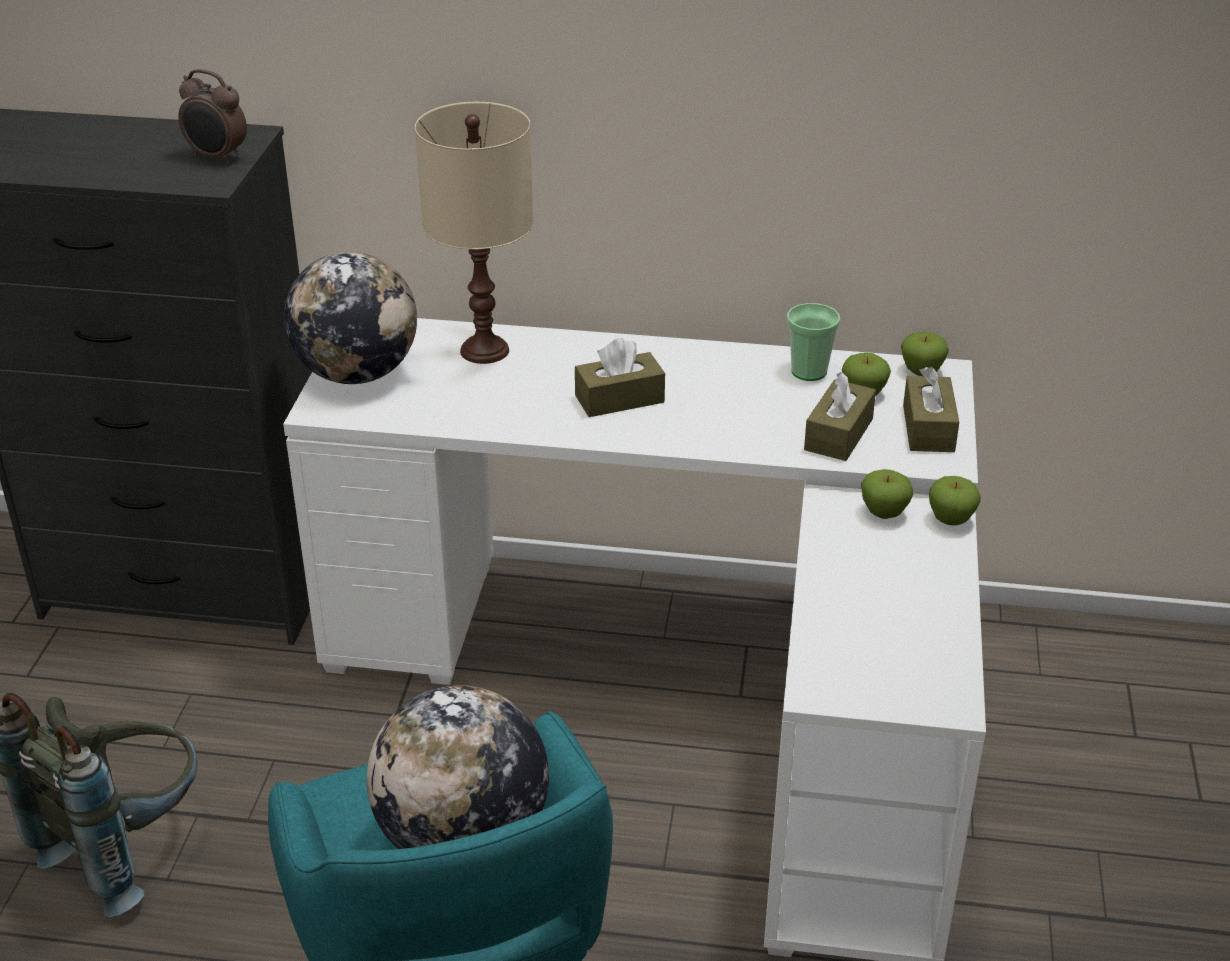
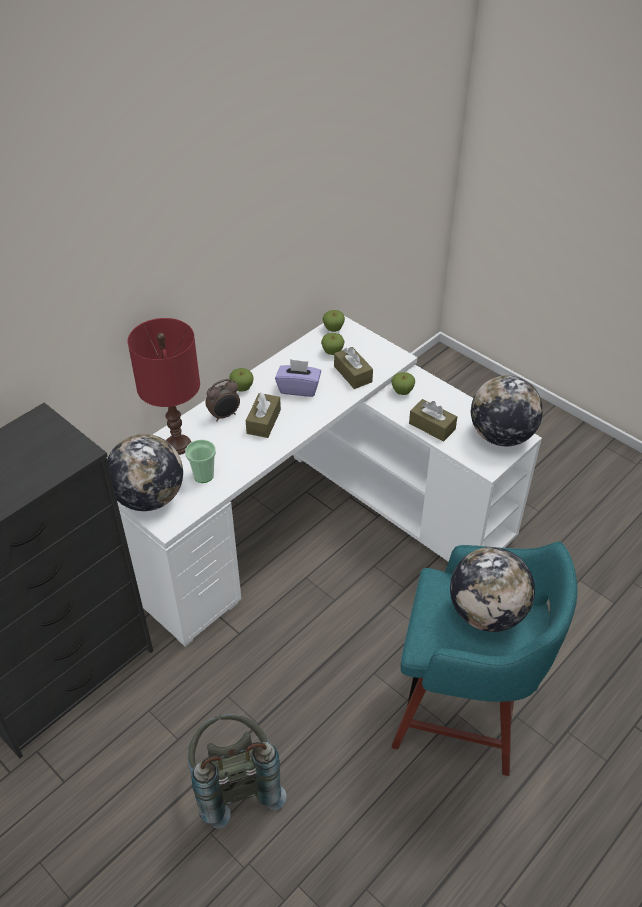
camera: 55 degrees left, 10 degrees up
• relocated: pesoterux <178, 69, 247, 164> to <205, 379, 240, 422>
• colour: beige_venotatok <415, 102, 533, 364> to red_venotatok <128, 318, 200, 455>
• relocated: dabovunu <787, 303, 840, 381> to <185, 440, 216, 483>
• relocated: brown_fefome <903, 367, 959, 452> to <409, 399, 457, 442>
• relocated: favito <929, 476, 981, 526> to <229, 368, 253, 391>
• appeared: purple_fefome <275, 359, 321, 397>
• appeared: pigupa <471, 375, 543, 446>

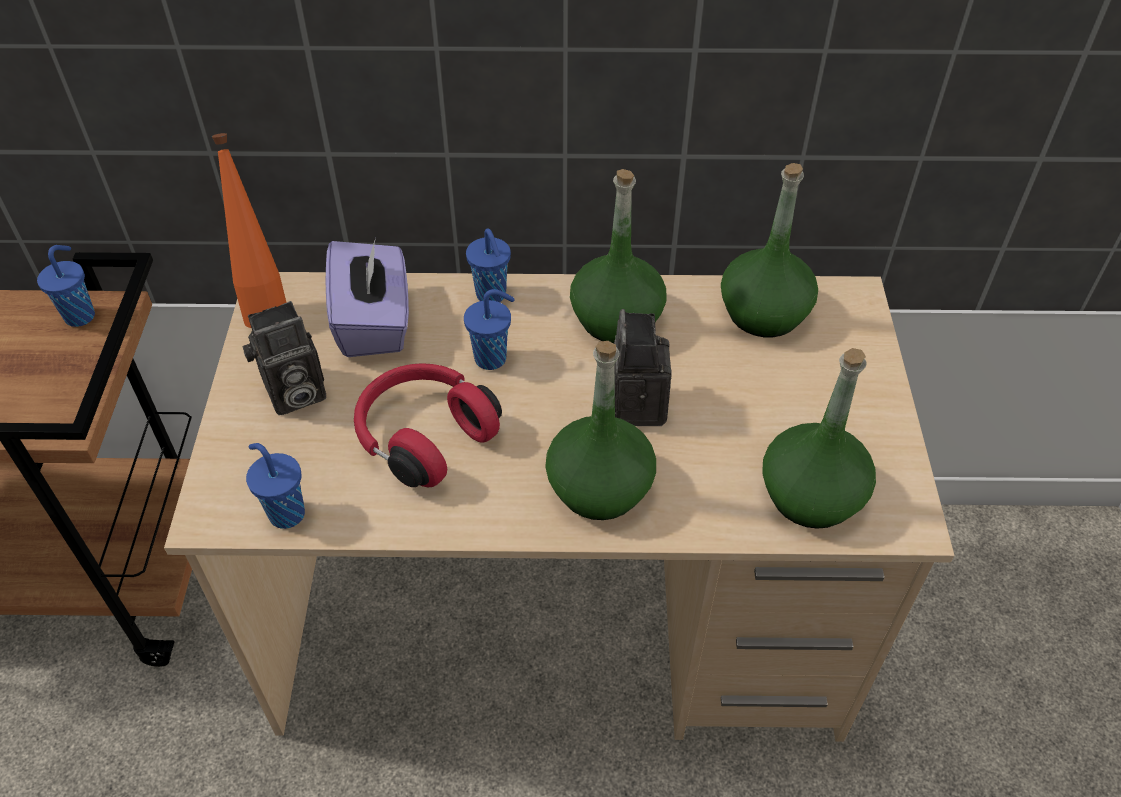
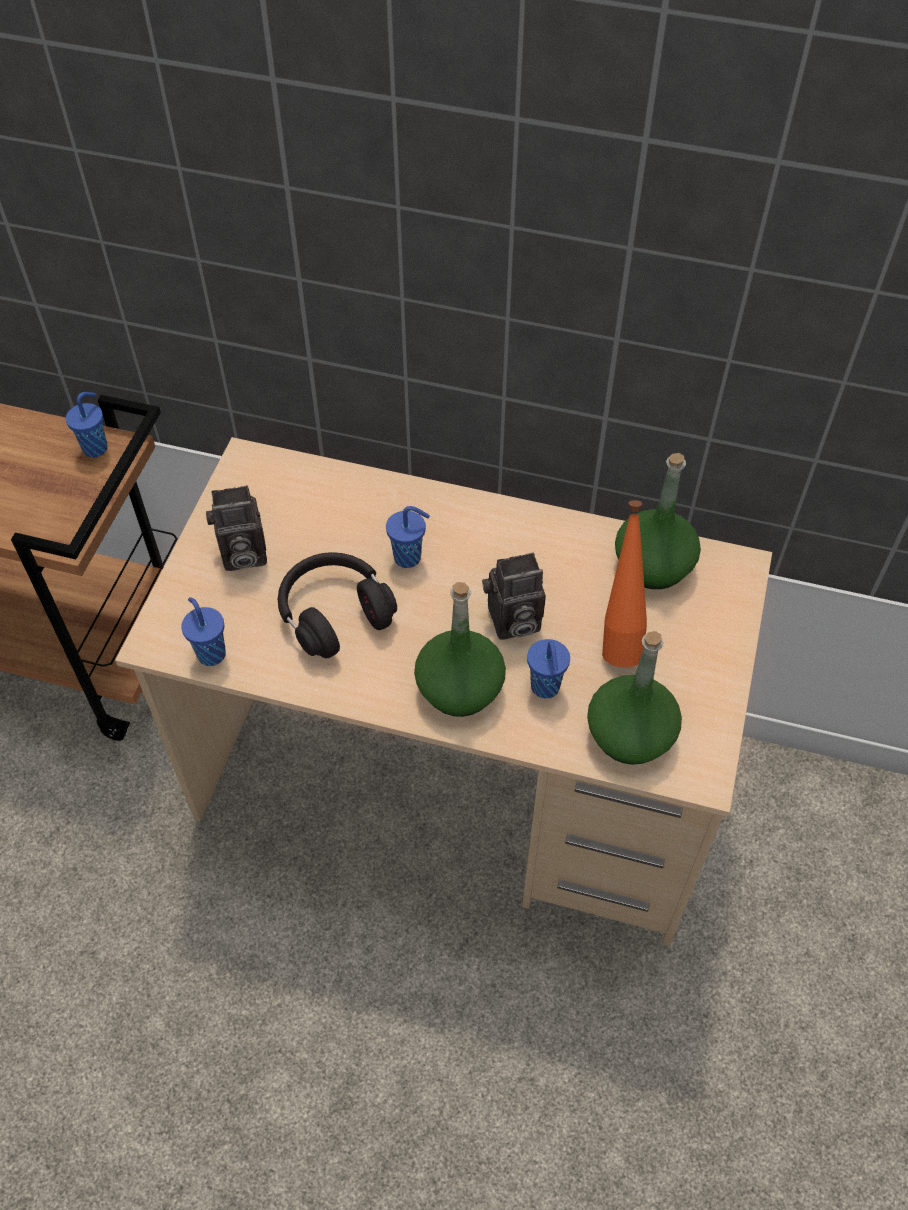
camera: 15 degrees right, 5 degrees up
• relocated: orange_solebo <212, 133, 287, 328> to <602, 500, 647, 668>
• missing: green_solebo <570, 169, 666, 343>
• relocated: blue_dabovunu <466, 228, 511, 302> to <527, 639, 570, 699>
• missing: purple_fefome <326, 238, 409, 357>
• spun: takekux <614, 309, 672, 426> = <482, 552, 546, 639> 120 degrees counterclockwise
• colour: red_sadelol <354, 364, 502, 487> to black_sadelol <278, 552, 397, 658>

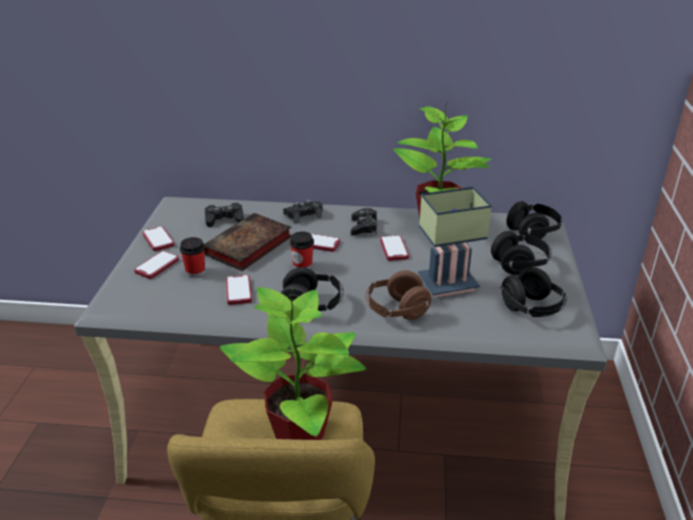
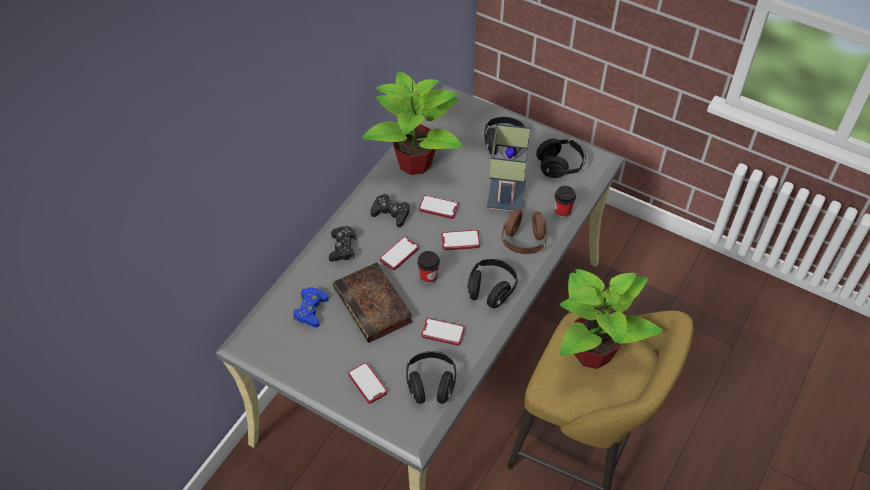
camera: 65 degrees left, 20 degrees up
• relocated: black_sadelol <506, 201, 562, 239> to <406, 351, 456, 404>
• colour: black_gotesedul <205, 203, 244, 227> to blue_gotesedul <293, 287, 329, 327>
• relocated: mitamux <142, 226, 175, 251> to <441, 230, 480, 250>
• relocated: dabovunu <180, 237, 205, 277> to <555, 186, 576, 218>

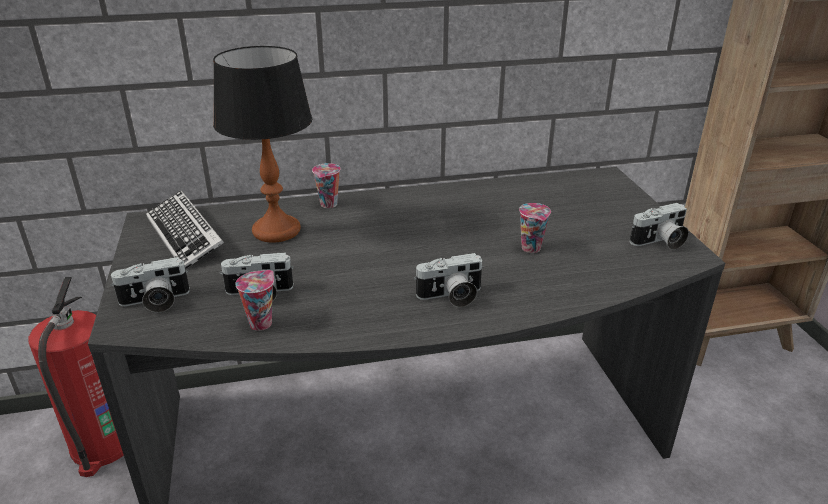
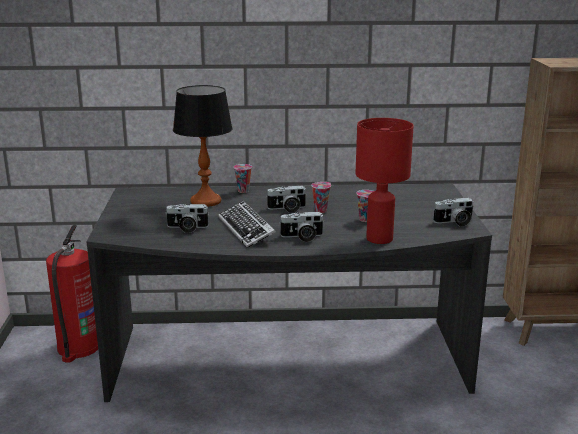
camera: 10 degrees right, 10 degrees down
• relocated: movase <146, 191, 224, 269> to <218, 201, 276, 248>
• relocated: takekux <110, 257, 190, 313> to <267, 186, 307, 213>
• relocated: dabovunu <235, 270, 274, 331> to <311, 182, 331, 213>
• appeared: red_venotatok <356, 118, 414, 244>

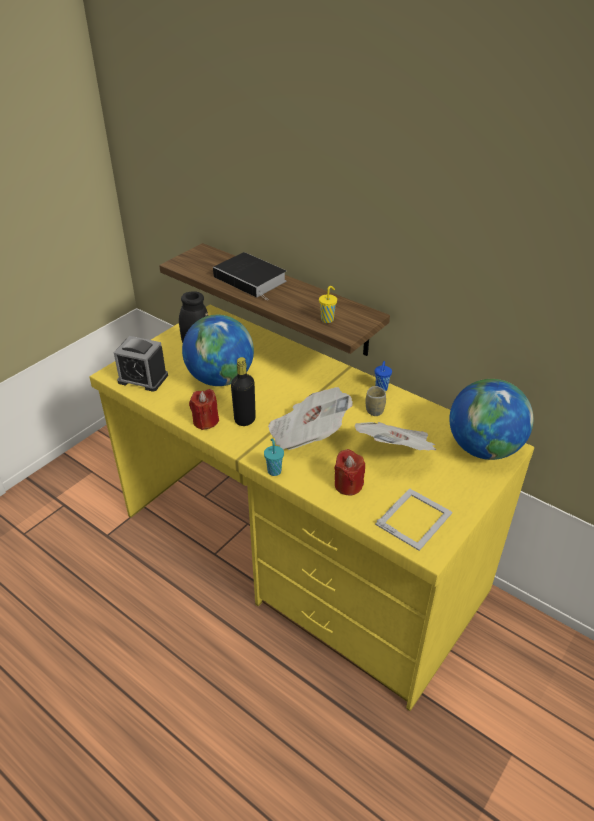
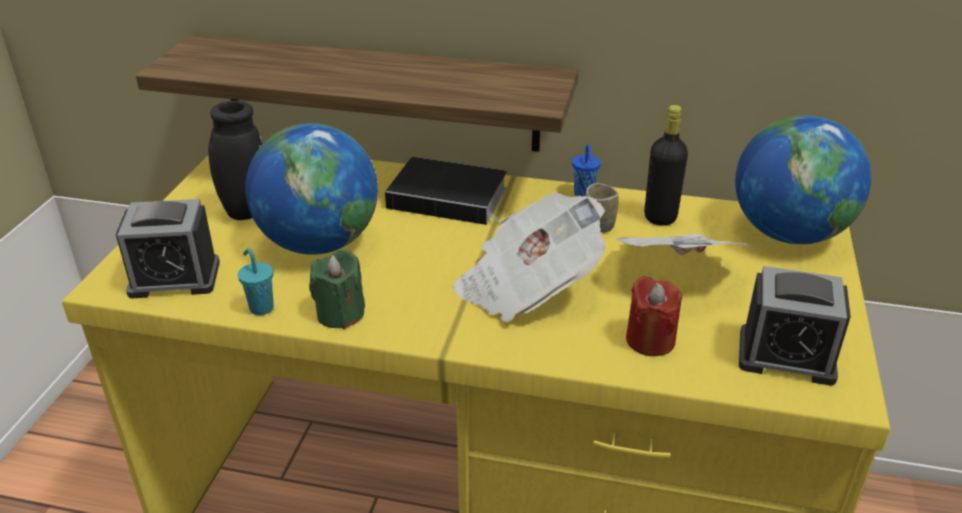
camera: 25 degrees left, 5 degrees down
• relocated: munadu <213, 252, 286, 301> to <385, 157, 507, 225>
• missing: yellow_dabovunu <319, 286, 337, 323>
• relocated: black_solebo <231, 357, 256, 426> to <644, 105, 688, 226>
• colour: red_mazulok <189, 389, 219, 430> to green_mazulok <309, 250, 365, 329>
• relocated: turquoise_dabovunu <264, 439, 284, 476> to <238, 248, 274, 315>
• exchanged: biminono <375, 488, 452, 551> to pesoterux <739, 266, 851, 386>

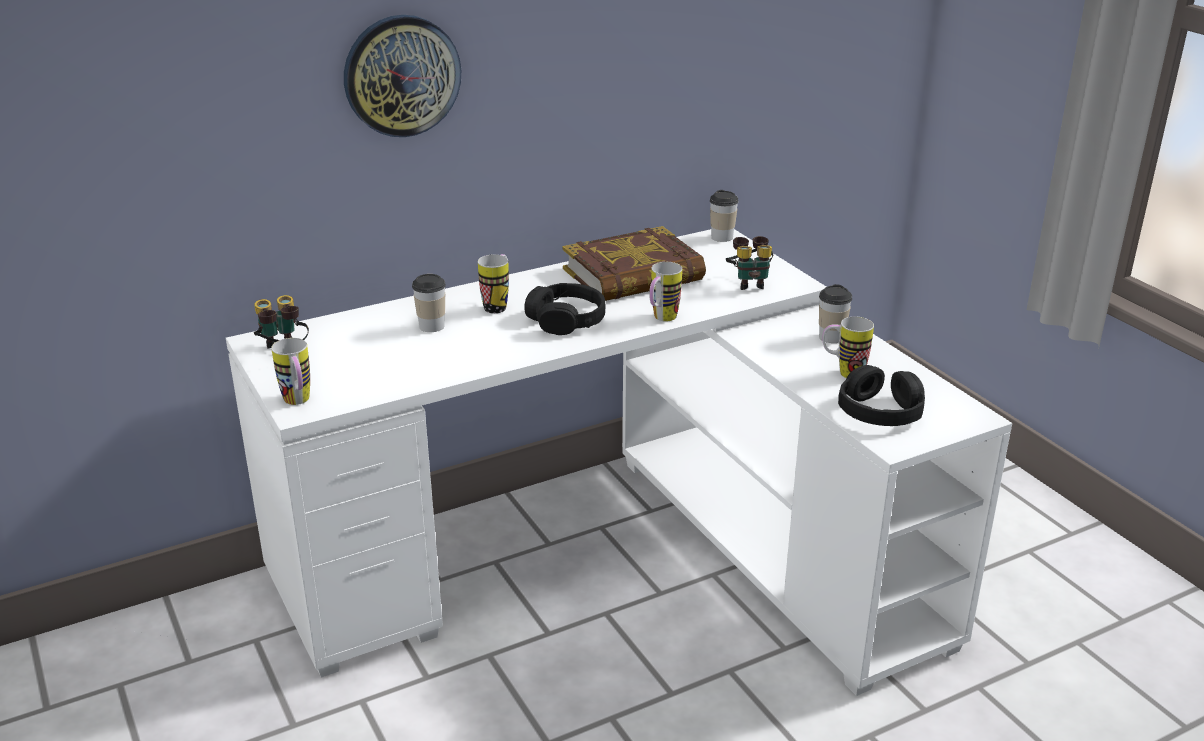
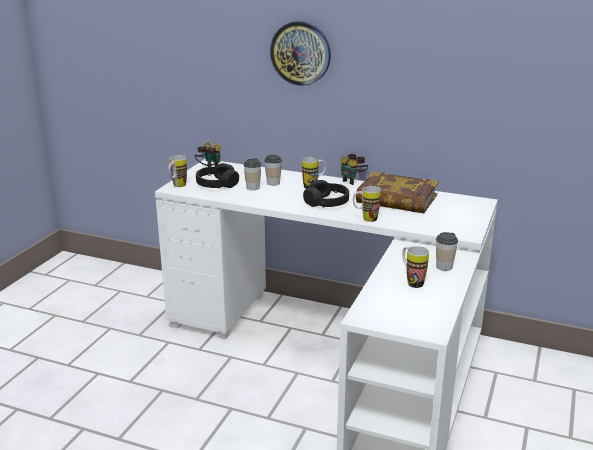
camera: 50 degrees right, 5 degrees down
• relocated: dabovunu <710, 190, 739, 242> to <244, 158, 261, 190>
• relocated: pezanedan <726, 236, 773, 290> to <341, 154, 368, 185>
• relocated: black_sadelol <838, 365, 925, 426> to <196, 163, 239, 188>

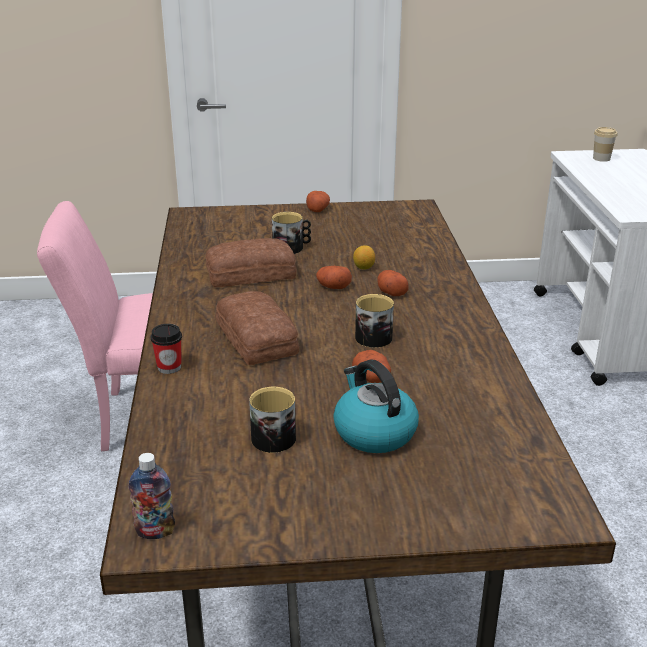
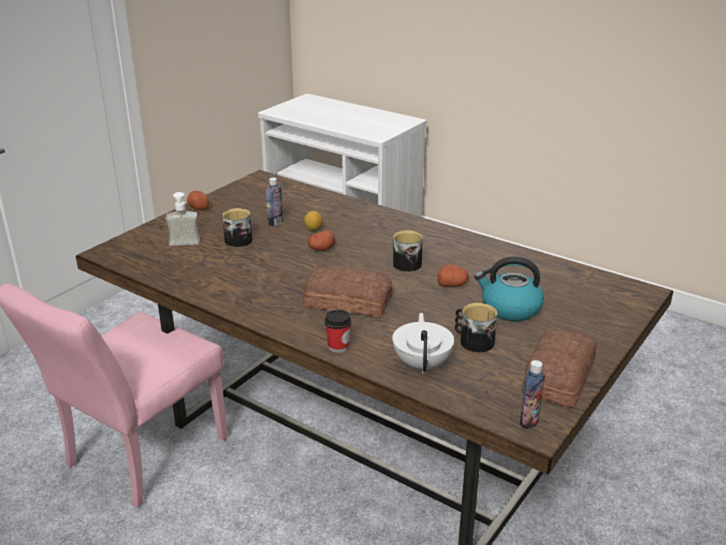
camera: 50 degrees left, 0 degrees up
• missing: dabovunu <593, 127, 617, 162>
• relocated: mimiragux <205, 238, 297, 287> to <522, 329, 597, 408>
• missing: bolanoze <377, 270, 409, 296>
• appeared: solebo <266, 178, 283, 227>
• appeared: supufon <166, 192, 200, 246>
• appeared: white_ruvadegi <392, 313, 454, 374>

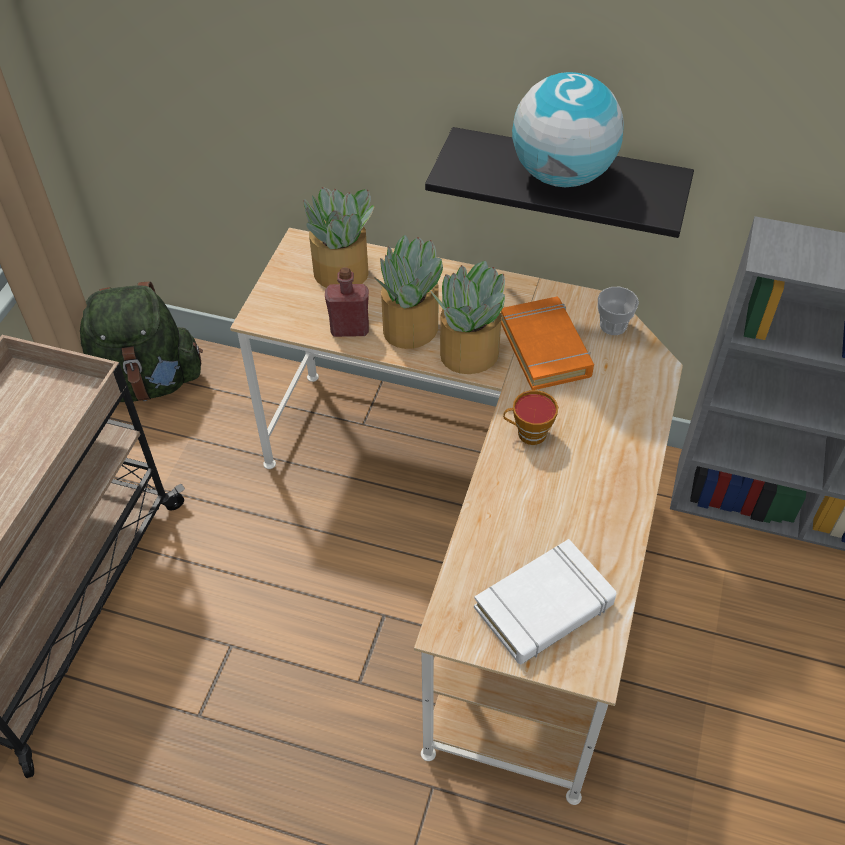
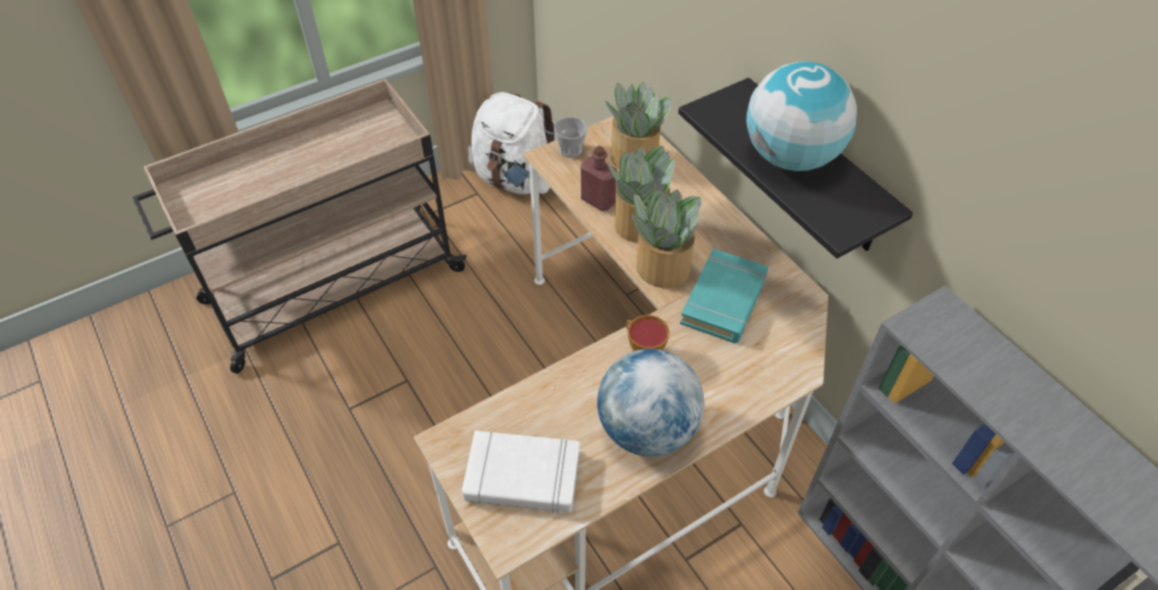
camera: 40 degrees right, 0 degrees up
• colour: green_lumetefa <80, 281, 203, 402> to white_lumetefa <468, 92, 555, 194>
• relocated: dabovunu <598, 287, 639, 335> to <554, 117, 587, 158>
• colour: orange_munadu <501, 297, 594, 390> to turquoise_munadu <680, 249, 768, 344>
• appeared: pigupa <597, 349, 704, 457>

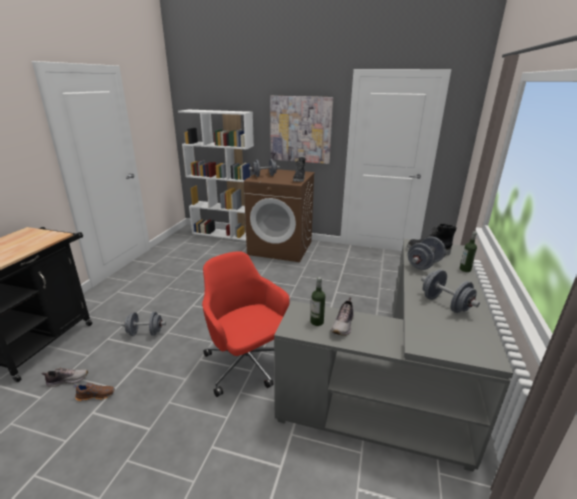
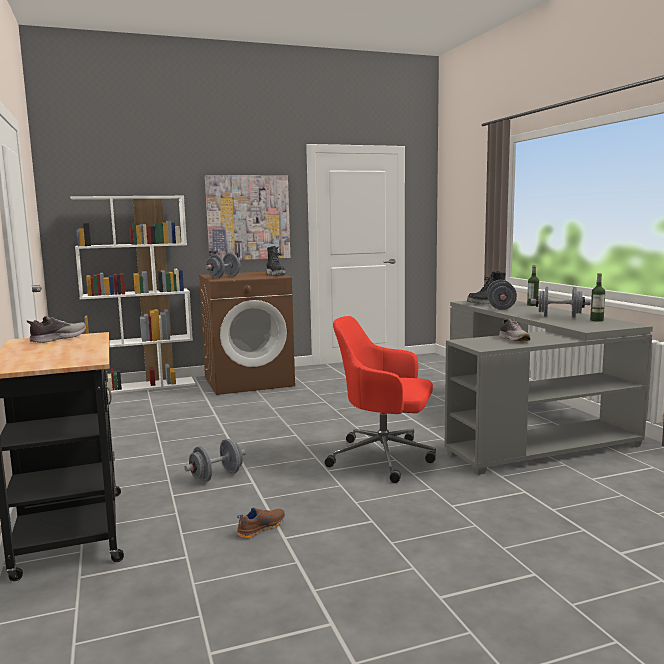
camera: 35 degrees left, 15 degrees down
• relocated: solebo <310, 277, 325, 326> to <590, 273, 605, 322>
• relocated: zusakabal <42, 368, 88, 387> to <27, 316, 86, 343>

